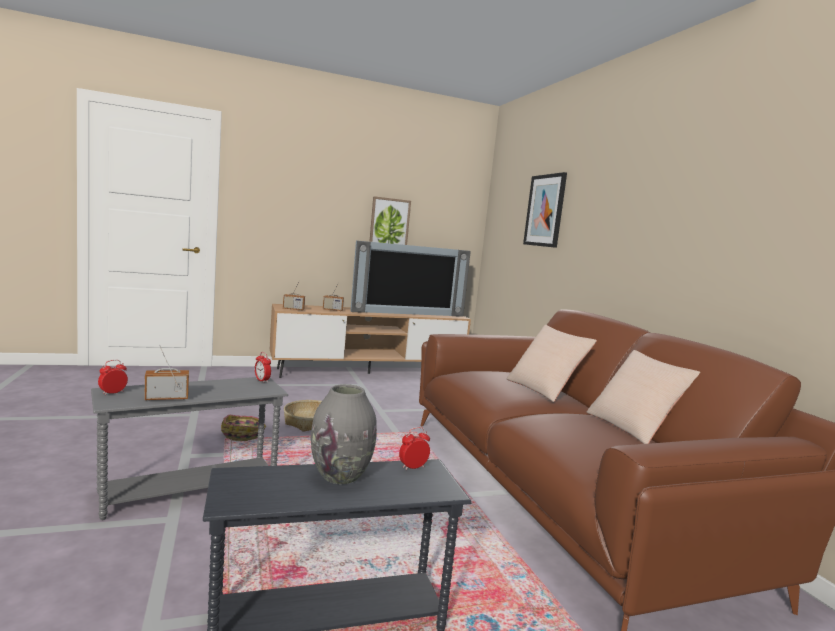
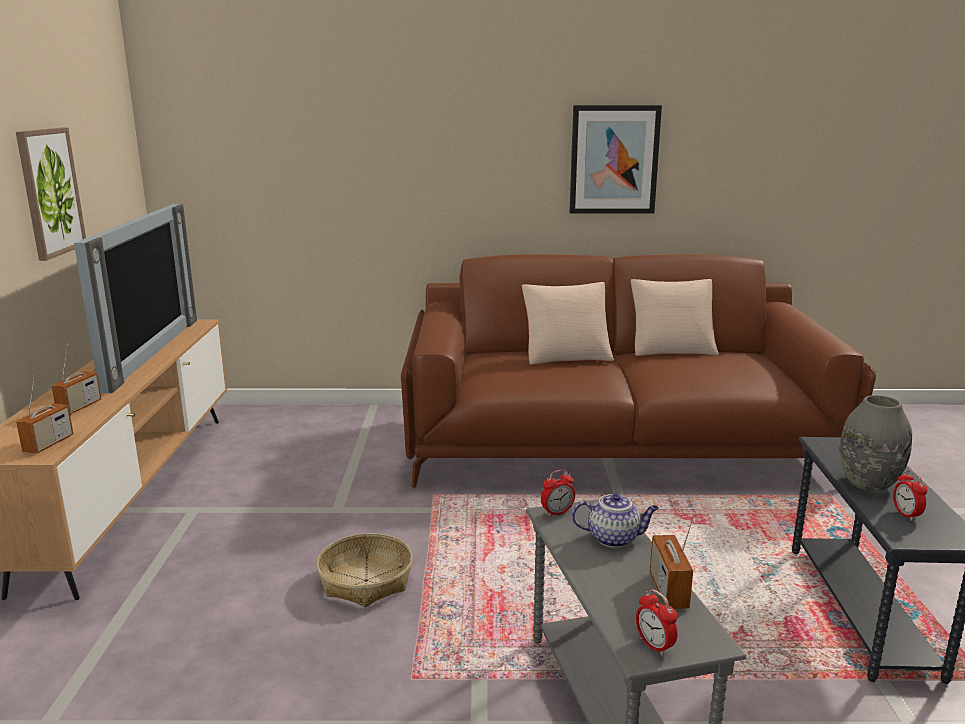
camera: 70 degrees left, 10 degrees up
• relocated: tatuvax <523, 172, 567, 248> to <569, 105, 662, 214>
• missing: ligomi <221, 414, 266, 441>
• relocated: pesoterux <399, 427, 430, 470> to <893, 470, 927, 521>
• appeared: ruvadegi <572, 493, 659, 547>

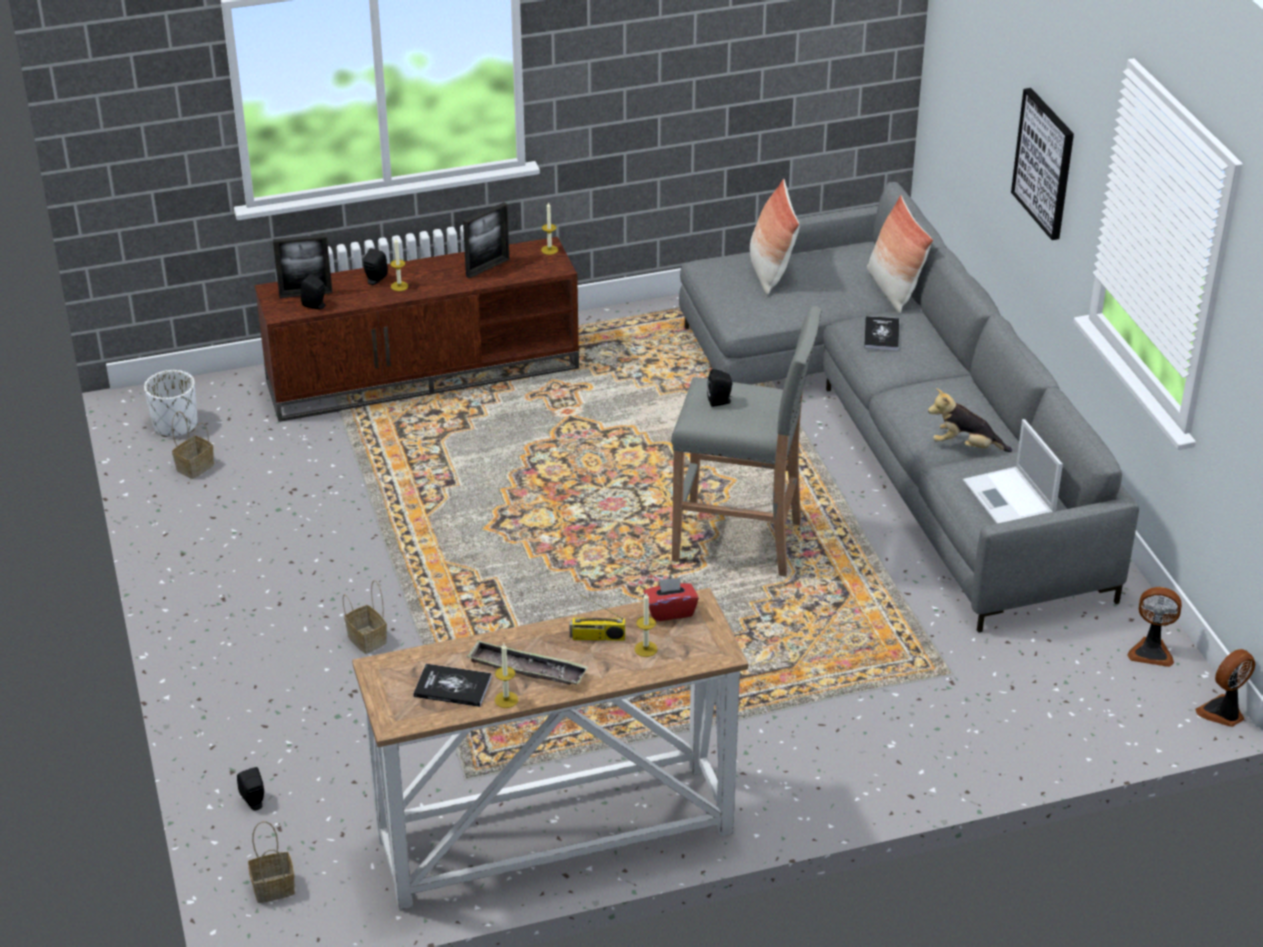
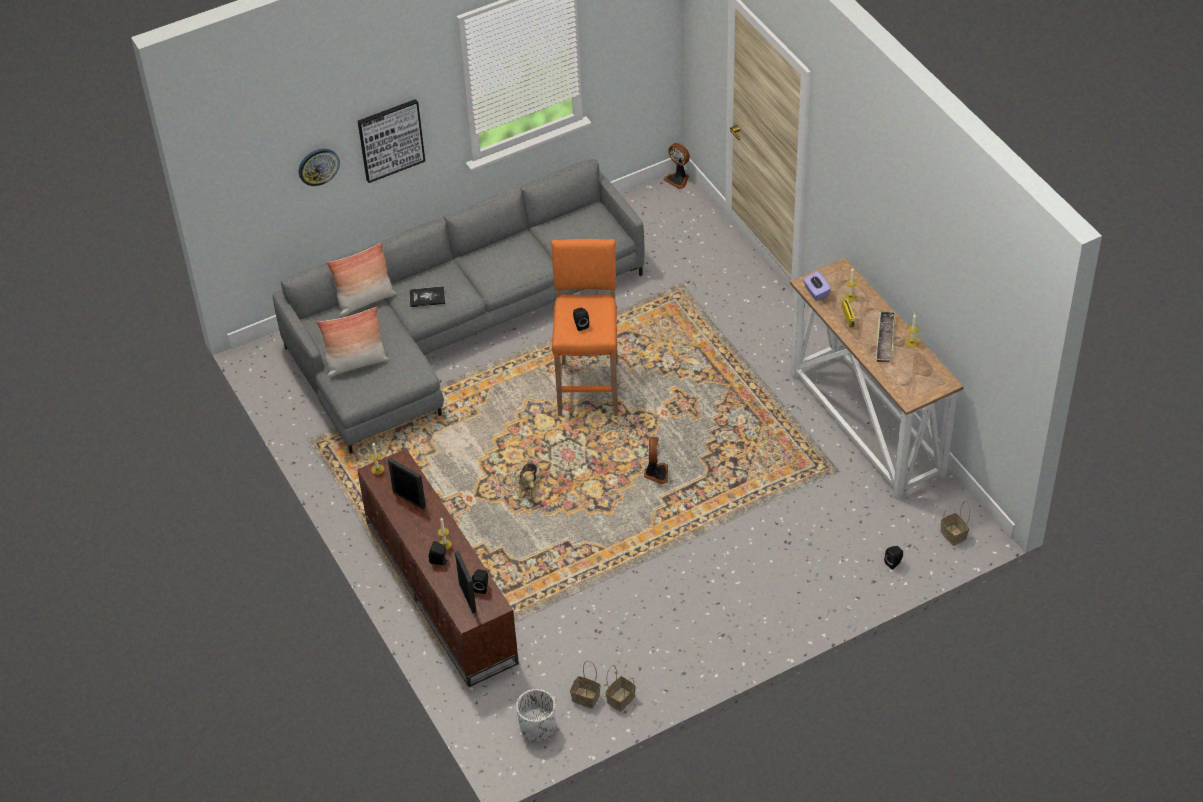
camera: 100 degrees left, 10 degrees up
• colour: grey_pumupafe <671, 306, 822, 577> to orange_pumupafe <552, 239, 618, 416>
• relocated: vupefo <928, 388, 1012, 452> to <515, 462, 540, 498>
• missing: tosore <963, 419, 1063, 524>
• colour: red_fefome <643, 577, 699, 621> to purple_fefome <803, 271, 831, 301>
• relocated: ligomi <343, 580, 387, 654> to <605, 665, 636, 712>
• relocated: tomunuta <1127, 587, 1182, 667> to <644, 437, 668, 484>
• missing: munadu <413, 664, 492, 707>
• appeared: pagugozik <299, 149, 340, 186>

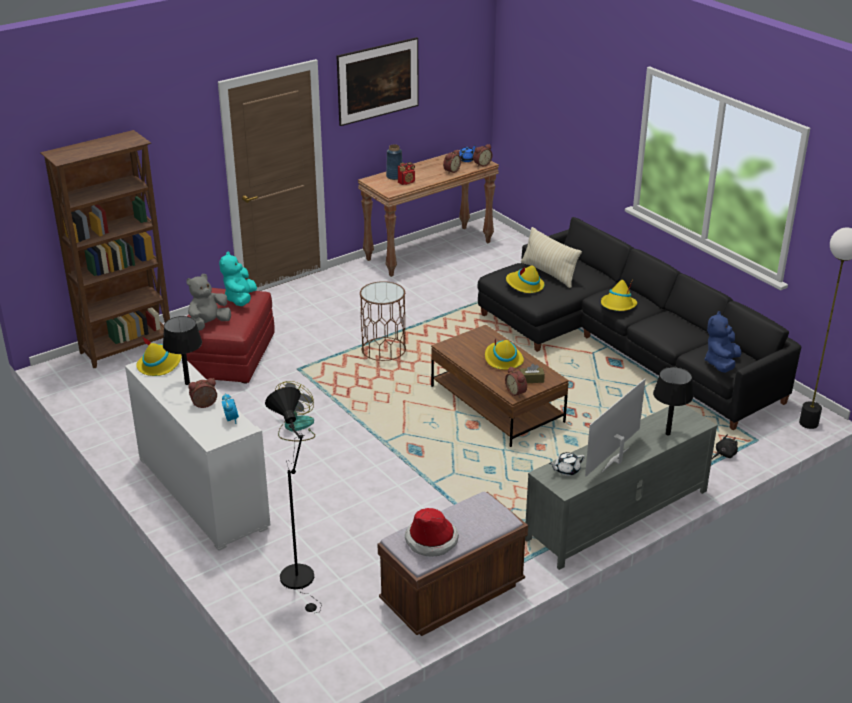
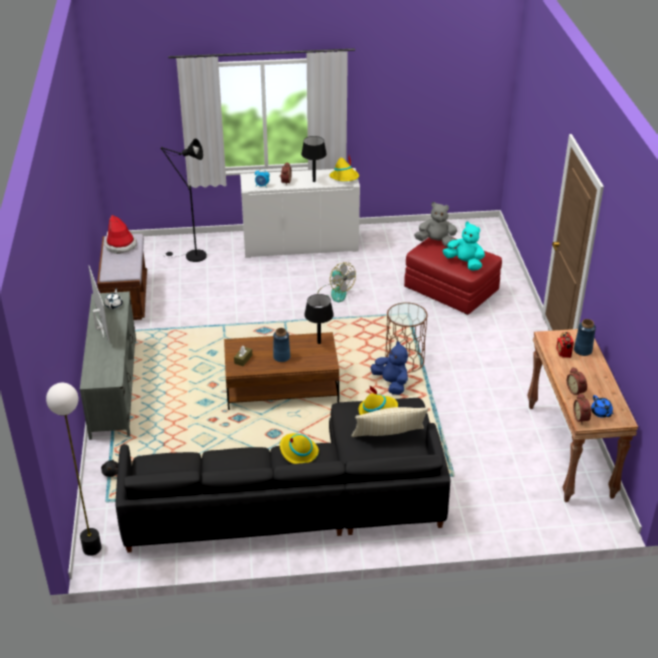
camera: 120 degrees right, 5 degrees up
• missing: tatuvax <337, 37, 419, 126>
• missing: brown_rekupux <40, 130, 170, 368>
• spun: grey_vupefo <186, 274, 231, 331> = <414, 202, 457, 247> 60 degrees counterclockwise
• relocated: blue_vupefo <705, 311, 741, 373> to <370, 341, 408, 395>
• exchanged: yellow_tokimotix <485, 338, 524, 370> to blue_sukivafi <273, 328, 290, 362>
• missing: pesoterux <505, 366, 527, 398>
• relocated: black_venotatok <653, 367, 693, 436> to <304, 294, 334, 344>

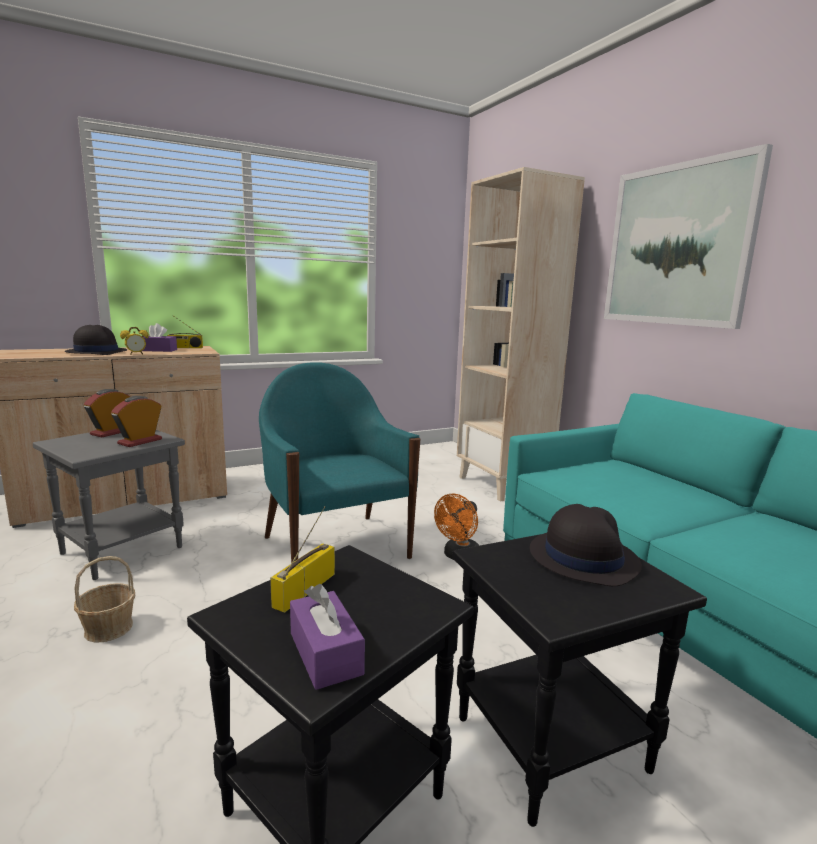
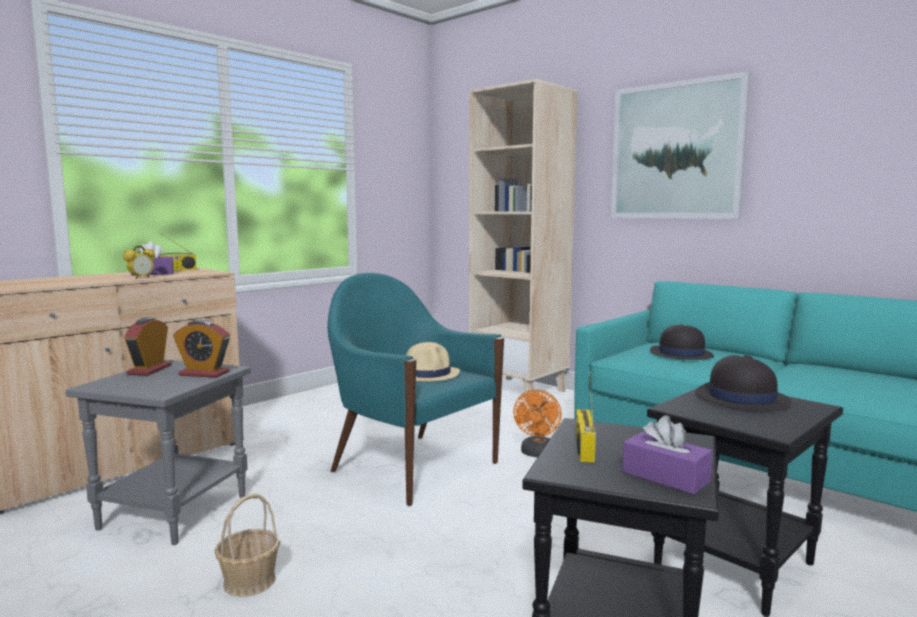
camera: 20 degrees left, 5 degrees down
• relocated: black_tokimotix <65, 325, 127, 355> to <650, 324, 714, 360>
• spun: pesoterux <111, 396, 162, 447> = <173, 320, 230, 378> 90 degrees counterclockwise
• appeared: beige_tokimotix <406, 342, 460, 381>

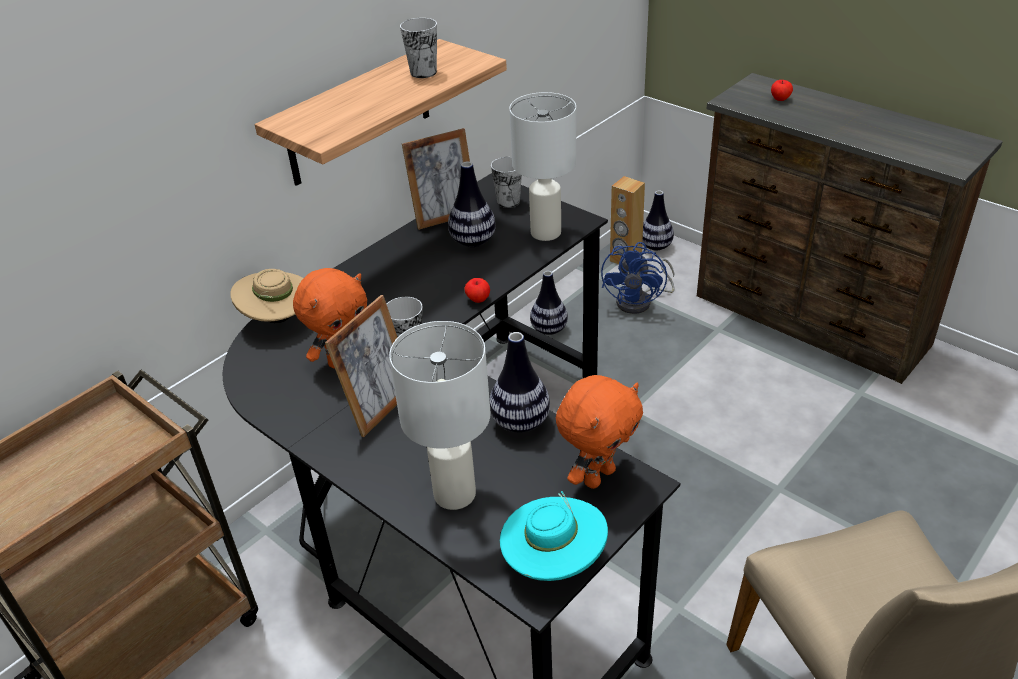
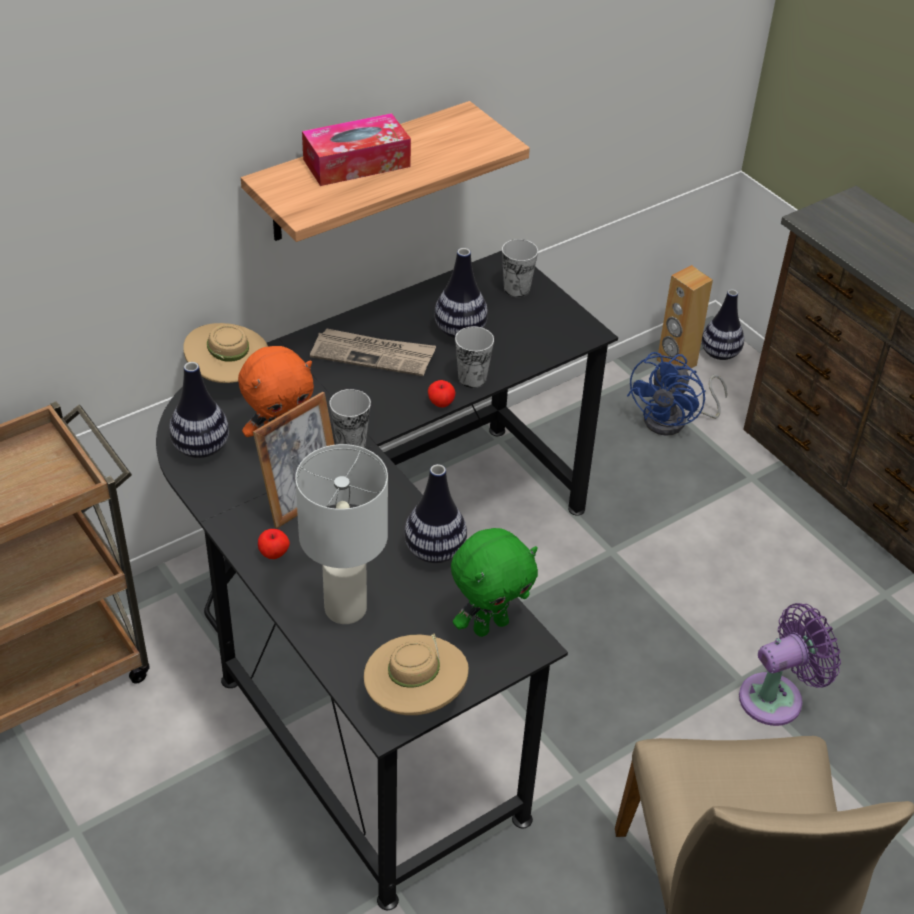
camera: 10 degrees right, 5 degrees up
• relocated: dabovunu <400, 18, 437, 78> to <455, 326, 494, 388>
• relocated: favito <771, 80, 793, 101> to <258, 529, 290, 559>
• missing: white_venotatok <509, 92, 576, 241>
• missing: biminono <402, 128, 470, 230>
• relocated: sukivafi <530, 271, 568, 335> to <169, 362, 229, 458>
• colour: orange_vupefo <556, 375, 643, 489> to green_vupefo <451, 528, 538, 637>
• colour: turquoise_tokimotix <500, 491, 608, 581> to beige_tokimotix <364, 634, 469, 715>
• appeared: fefome <302, 113, 411, 186>
• appeared: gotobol <310, 328, 436, 376>
• appeared: purple_tomunuta <739, 603, 841, 726>

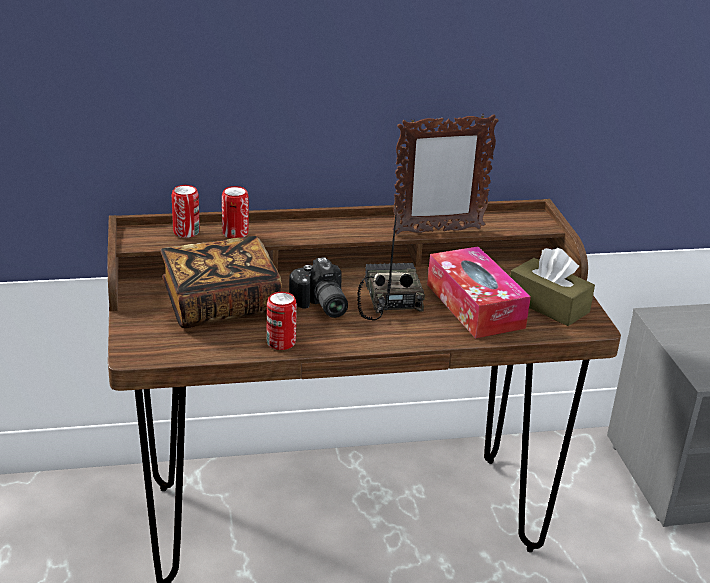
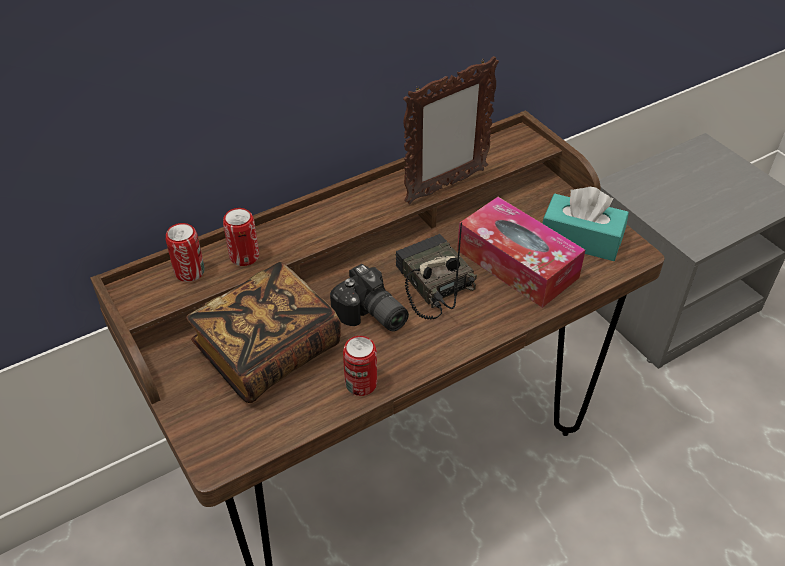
camera: 20 degrees left, 15 degrees up
• colour: brown_fefome <510, 248, 595, 326> to turquoise_fefome <542, 187, 629, 261>

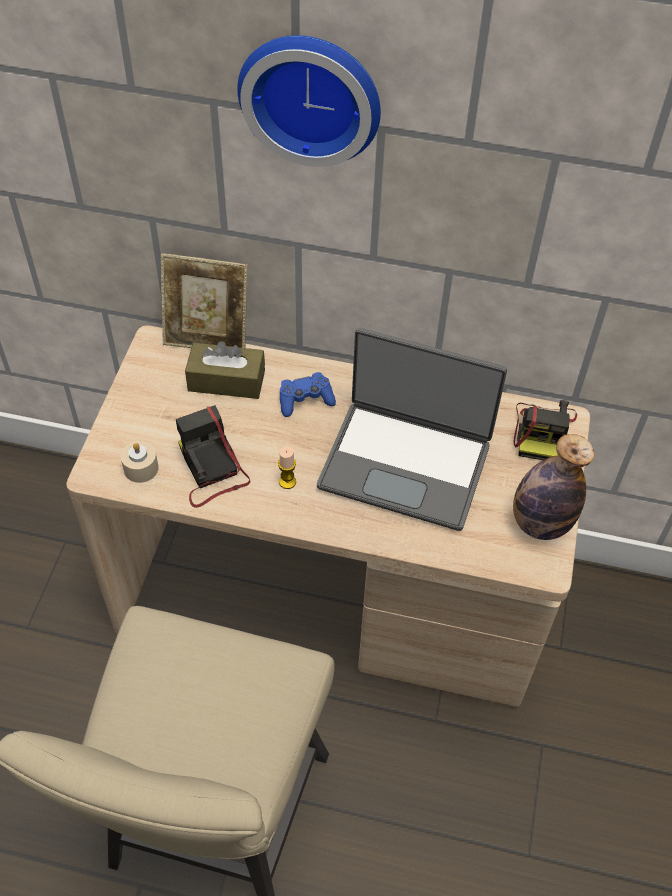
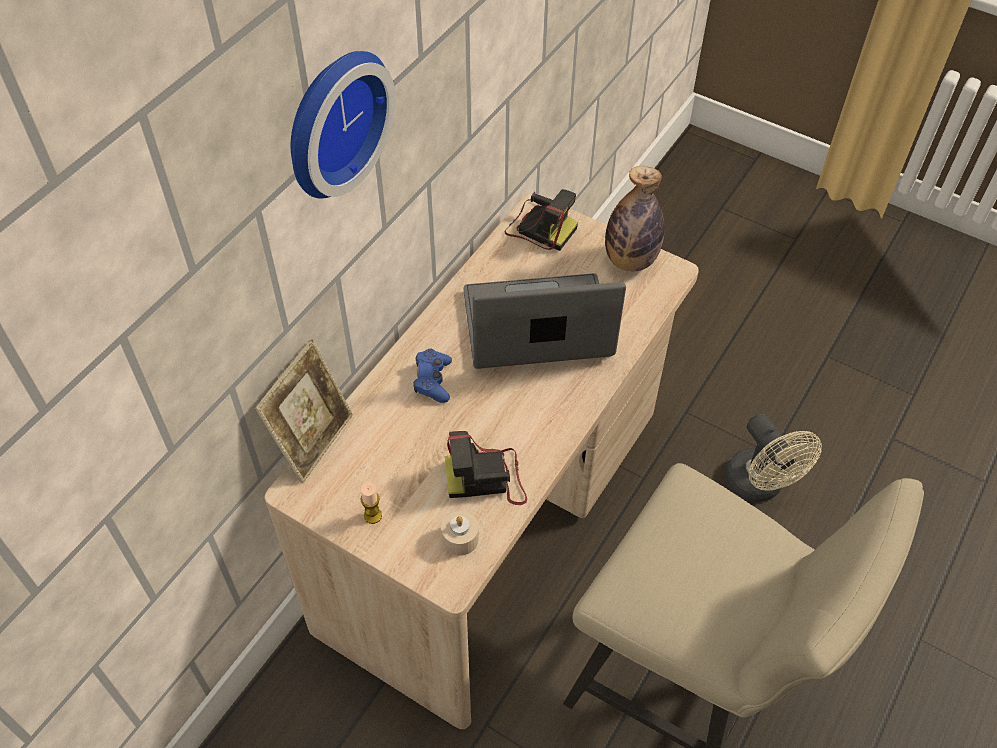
camera: 70 degrees left, 0 degrees up
• spun: tosore <317, 328, 507, 531> = <464, 273, 626, 369> 135 degrees counterclockwise
• missing: brown_fefome <185, 342, 265, 399>
• relocated: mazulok <278, 446, 296, 489> to <361, 482, 382, 524>
• appeared: beige_tomunuta <725, 414, 822, 502>

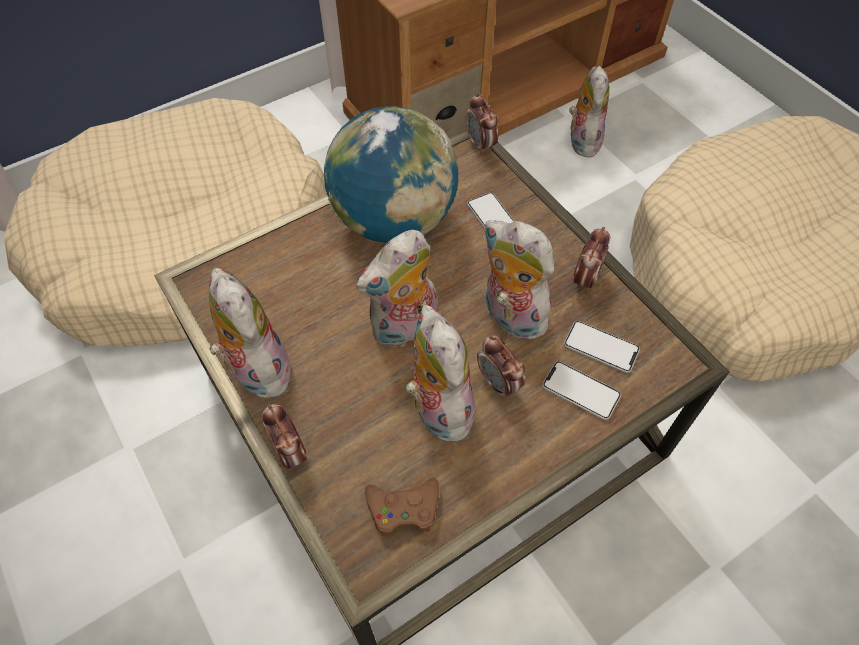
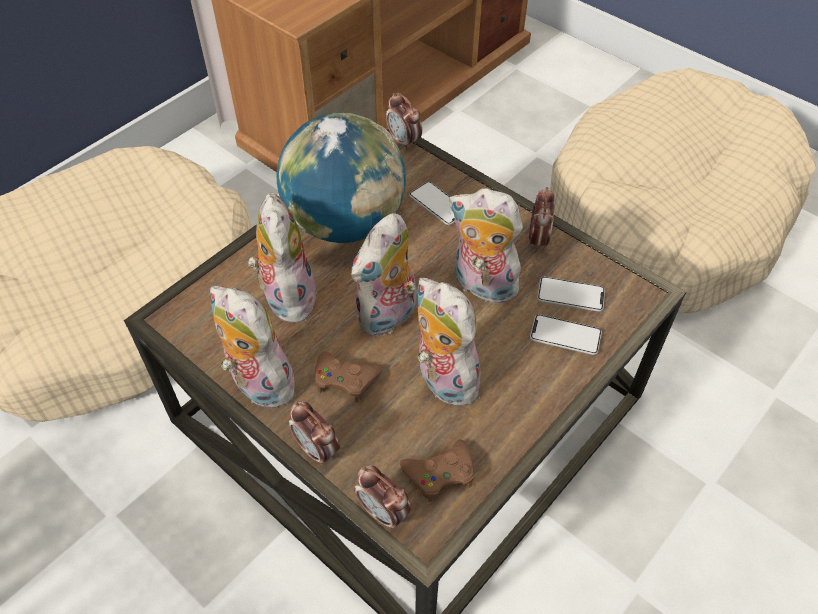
camera: 15 degrees left, 5 degrees down
• relocated: vupefo <569, 66, 610, 158> to <247, 192, 317, 323>
• relocated: pesoterux <477, 335, 525, 399> to <354, 465, 411, 529>
• appeared: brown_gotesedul <315, 351, 383, 402>

